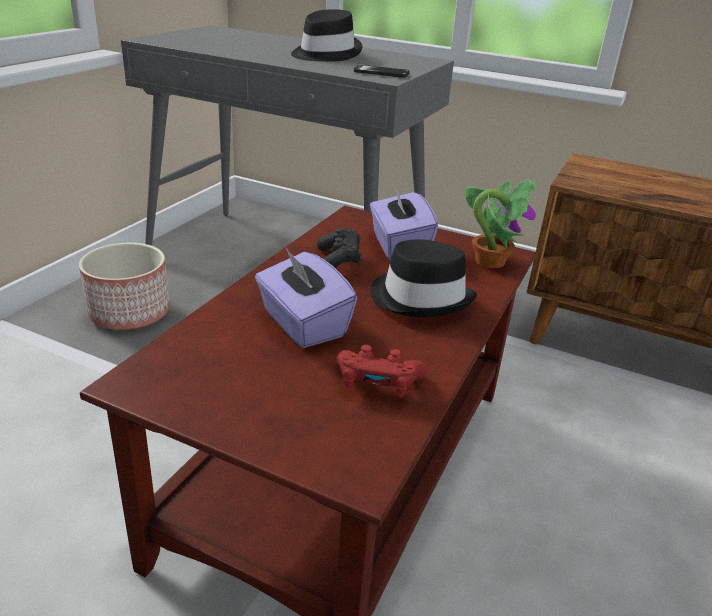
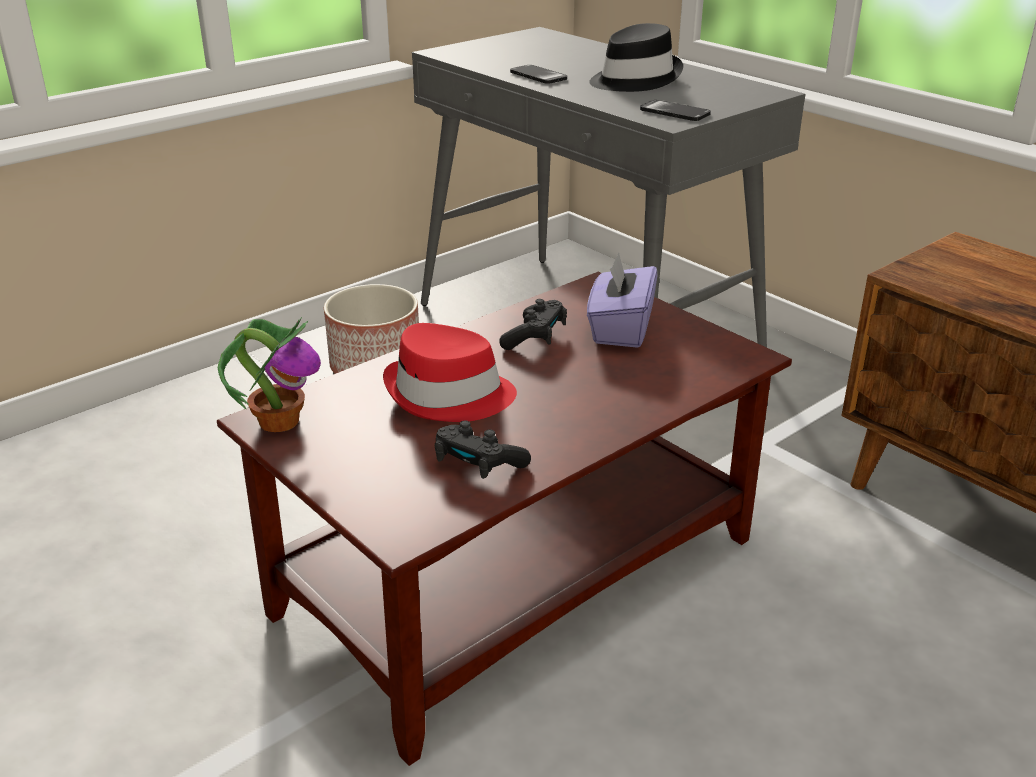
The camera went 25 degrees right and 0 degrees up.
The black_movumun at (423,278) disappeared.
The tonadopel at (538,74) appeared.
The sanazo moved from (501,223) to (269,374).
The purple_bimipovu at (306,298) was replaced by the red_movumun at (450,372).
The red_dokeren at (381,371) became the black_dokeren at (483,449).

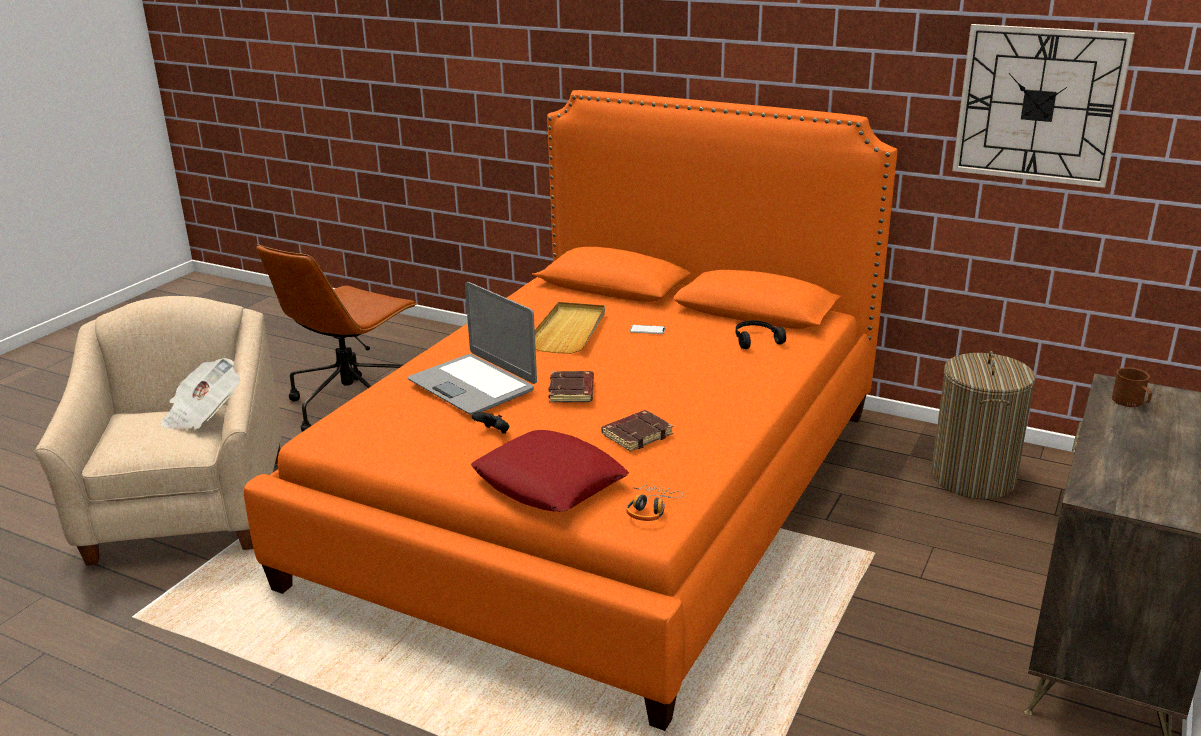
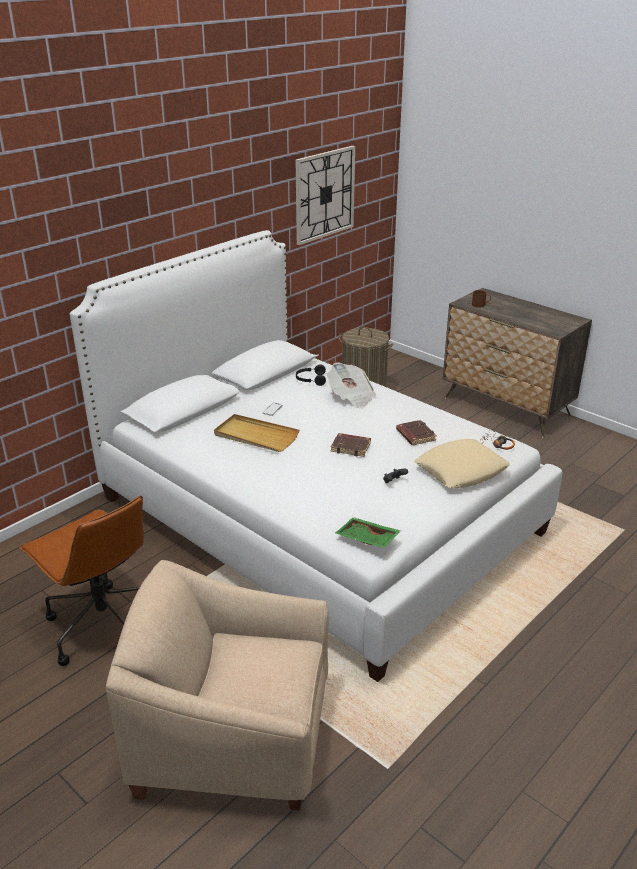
The camera went 75 degrees left and 5 degrees up.
The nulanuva at (472,348) disappeared.
The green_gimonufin at (368,532) appeared.
The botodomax moved from (200,393) to (351,385).
The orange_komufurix at (570,410) became the white_komufurix at (316,456).
The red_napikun at (550,471) became the beige_napikun at (462,463).

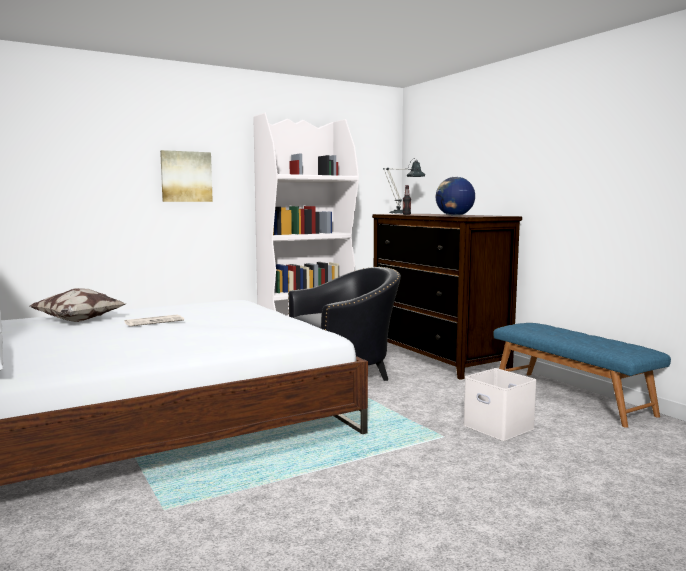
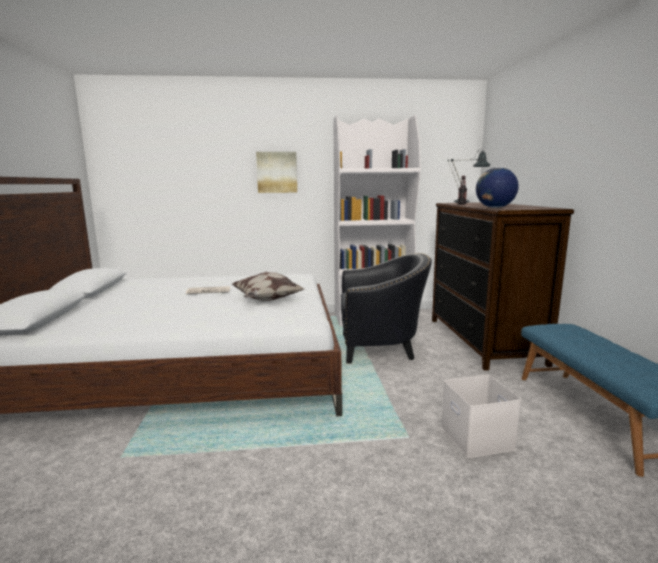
The camera went 25 degrees right and 5 degrees up.
The napikun moved from (77,305) to (267,286).

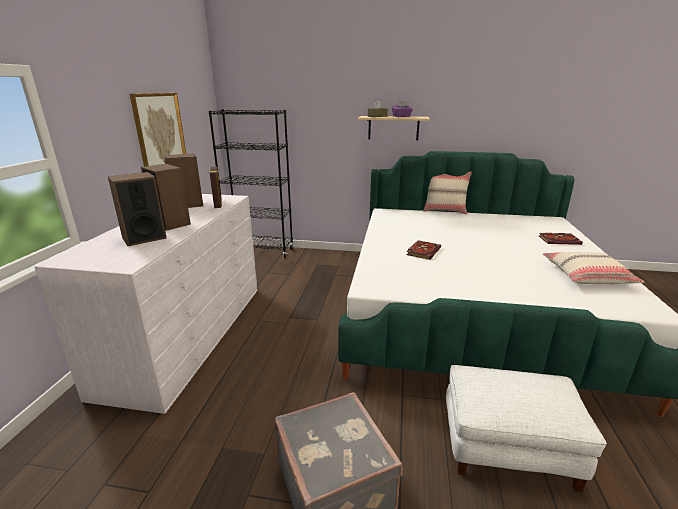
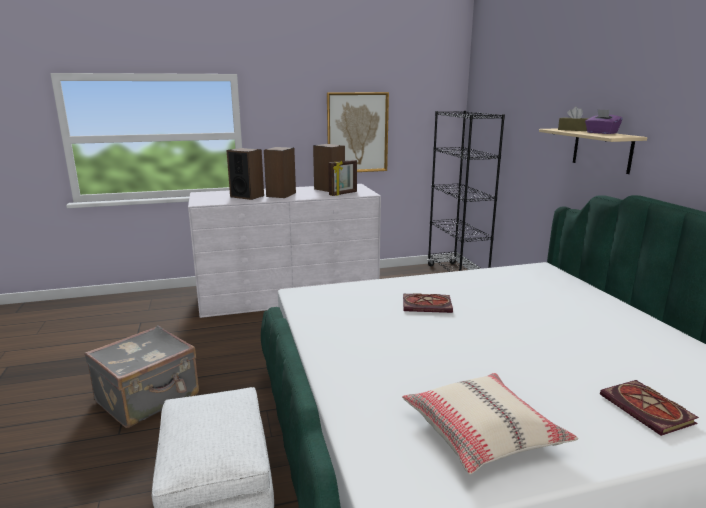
The camera went 65 degrees right and 5 degrees down.
The beige_napikun at (447,192) disappeared.

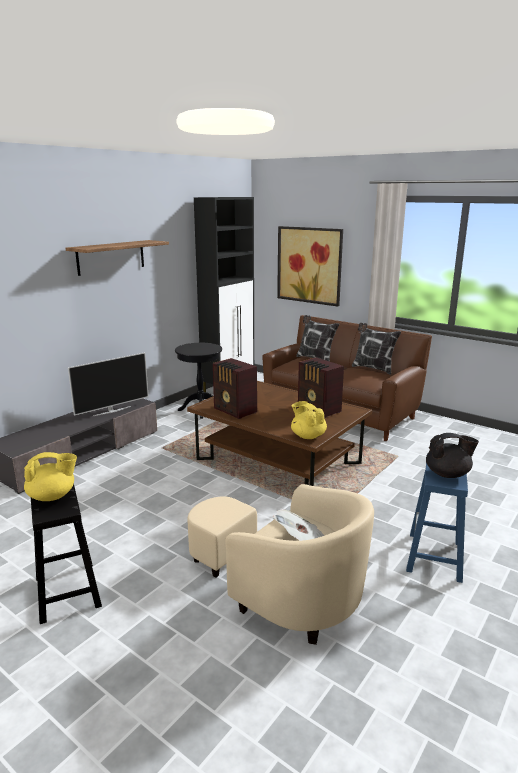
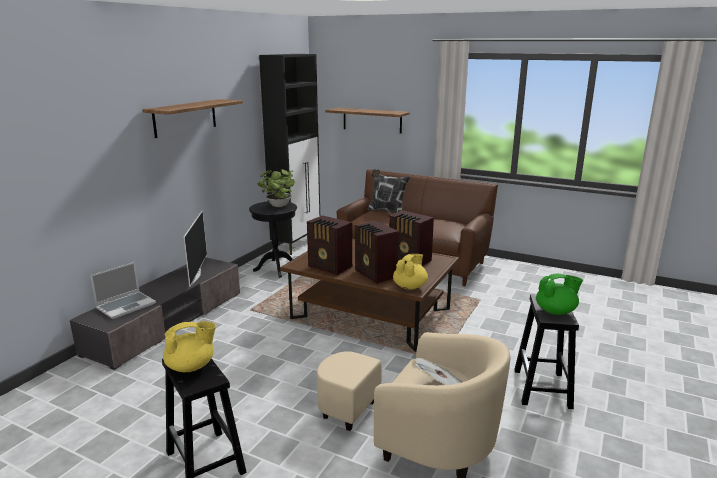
The camera went 10 degrees left and 0 degrees up.
The napikun at (376,349) disappeared.
The nulanuva at (123,290) appeared.
The sanazo at (276,188) appeared.
The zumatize at (377,252) appeared.
The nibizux at (310,266) was replaced by the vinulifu at (367,121).
The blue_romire at (437,523) became the black_romire at (546,351).
The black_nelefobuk at (452,455) became the green_nelefobuk at (559,294).
The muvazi at (108,384) turned 45 degrees counterclockwise.
The yellow_nelefobuk at (309,420) turned 75 degrees clockwise.

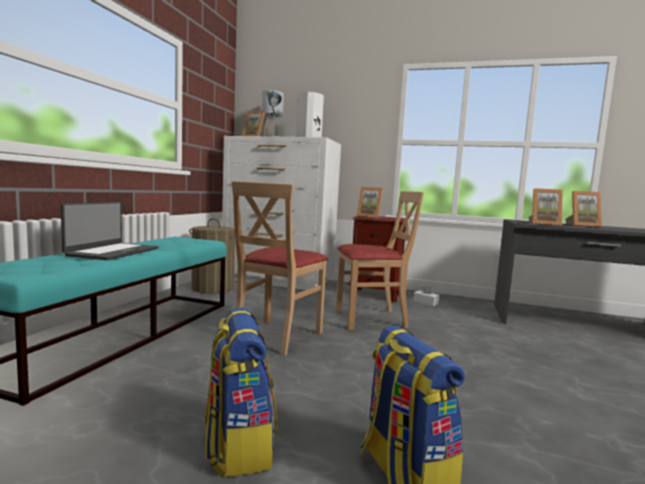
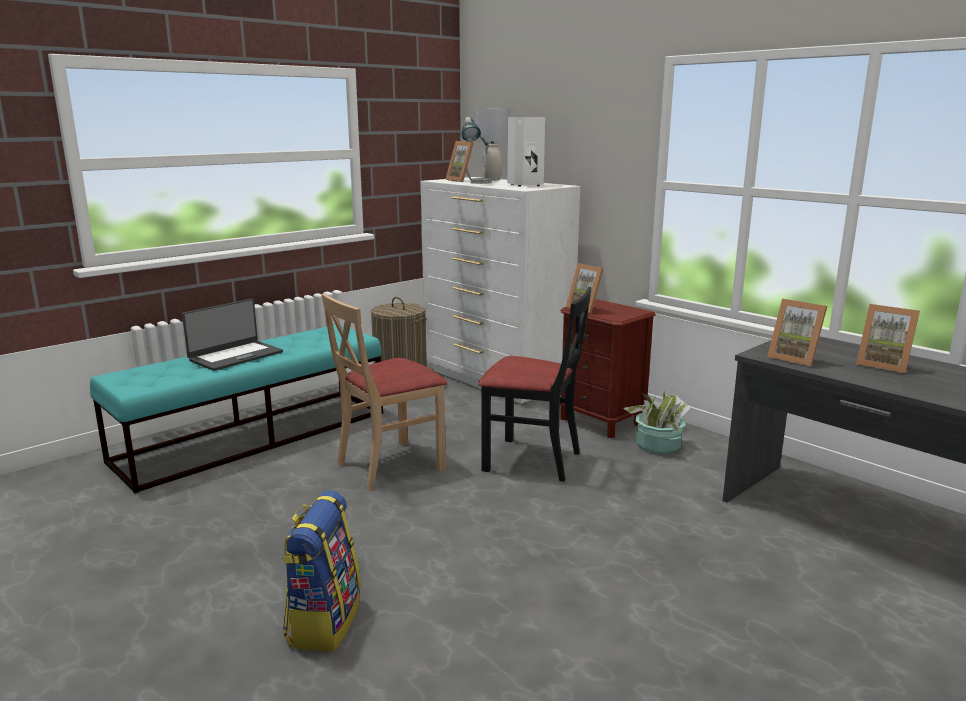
The camera went 30 degrees right and 10 degrees up.
The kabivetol at (241,392) disappeared.
The white_bimipovu at (426,295) was replaced by the sanazo at (656,422).
The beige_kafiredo at (380,260) became the black_kafiredo at (535,384).

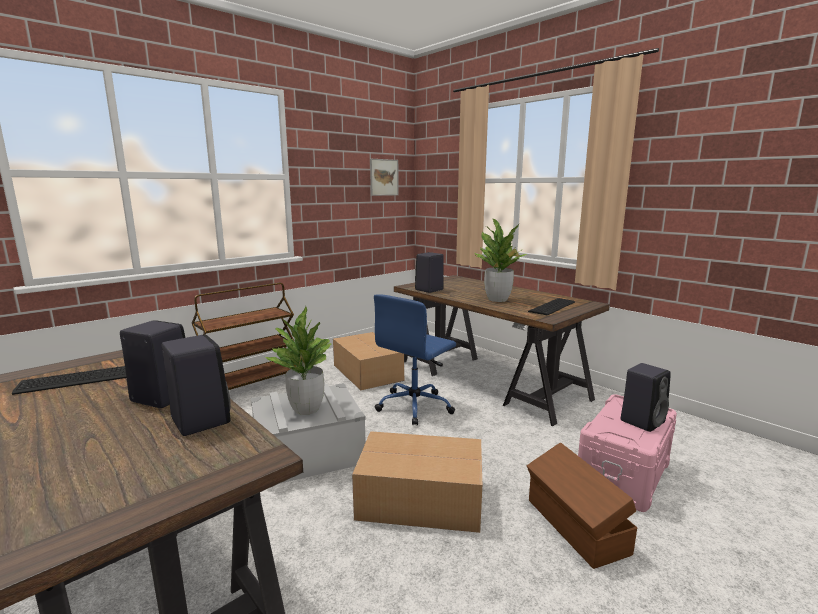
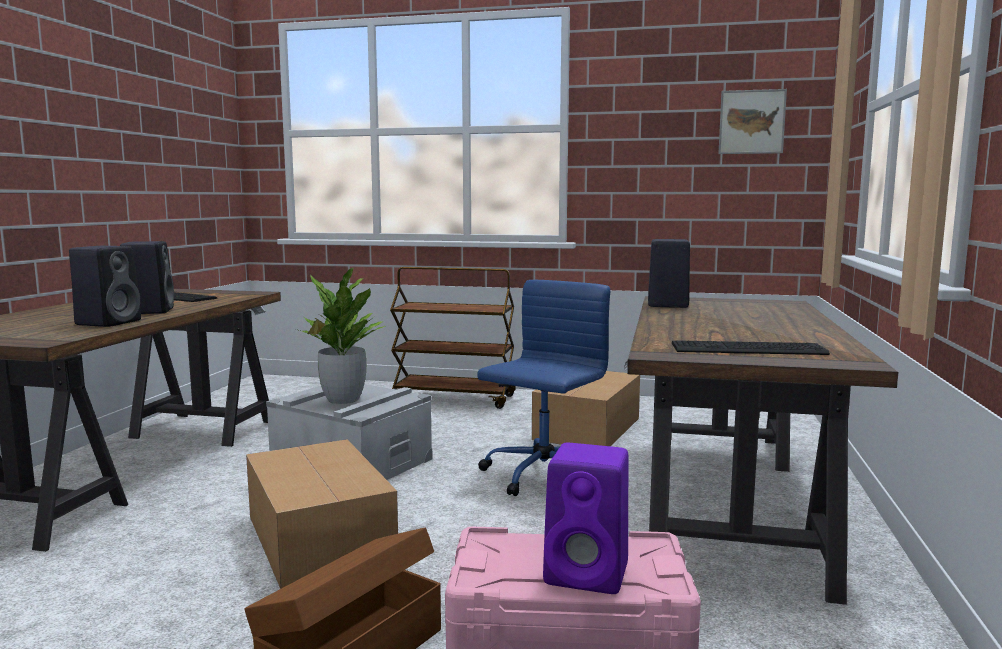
The camera went 55 degrees right and 5 degrees down.
The sanazo at (500,260) disappeared.
The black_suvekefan at (646,397) became the purple_suvekefan at (586,518).
The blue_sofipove at (415,360) turned 120 degrees clockwise.

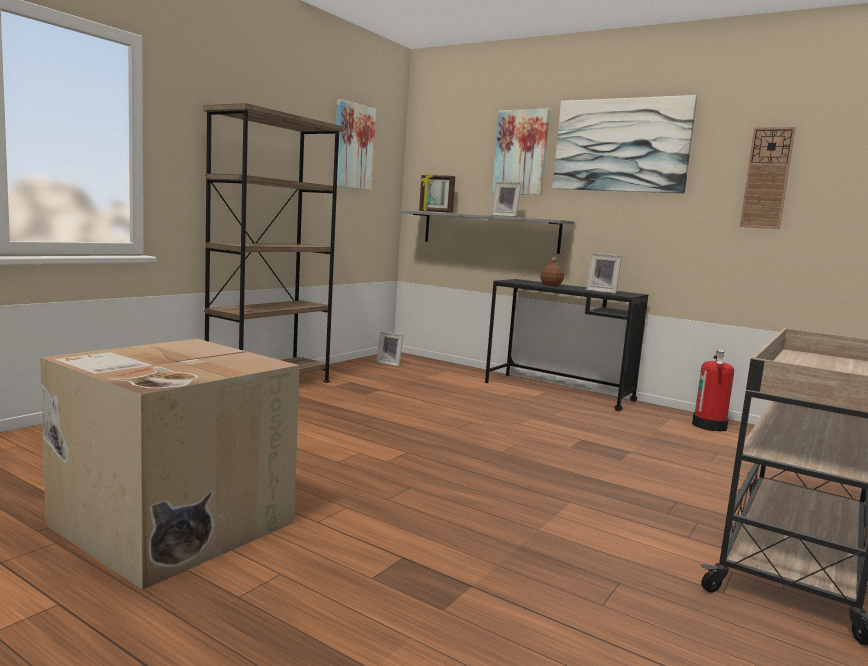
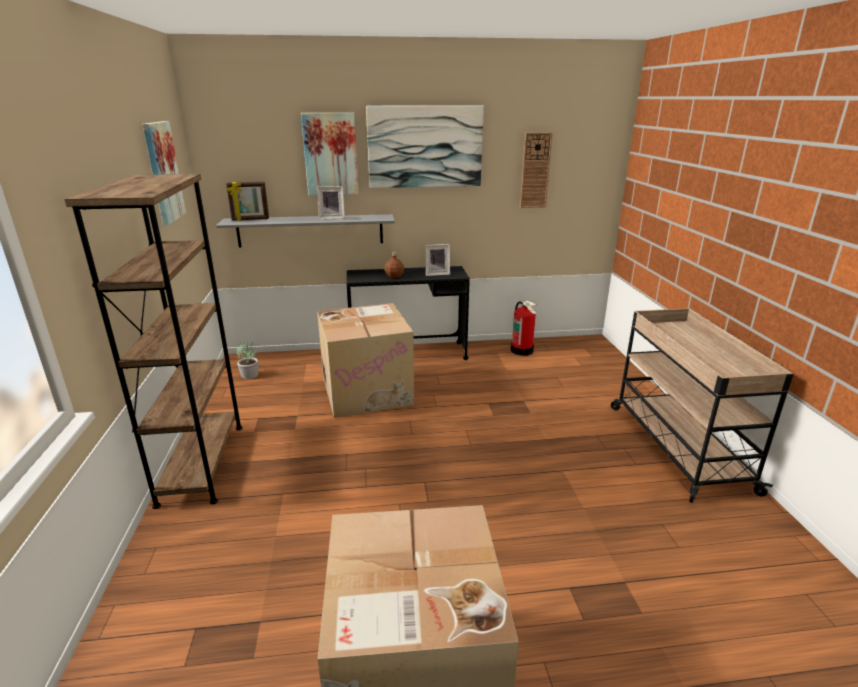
The camera went 40 degrees left and 15 degrees up.
The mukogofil at (365,360) appeared.
The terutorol at (389,348) was replaced by the sanazo at (247,360).

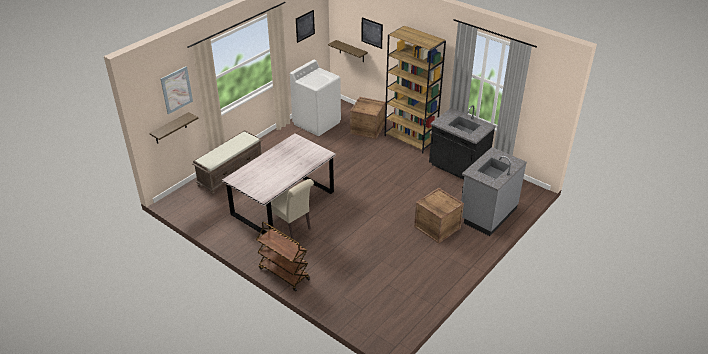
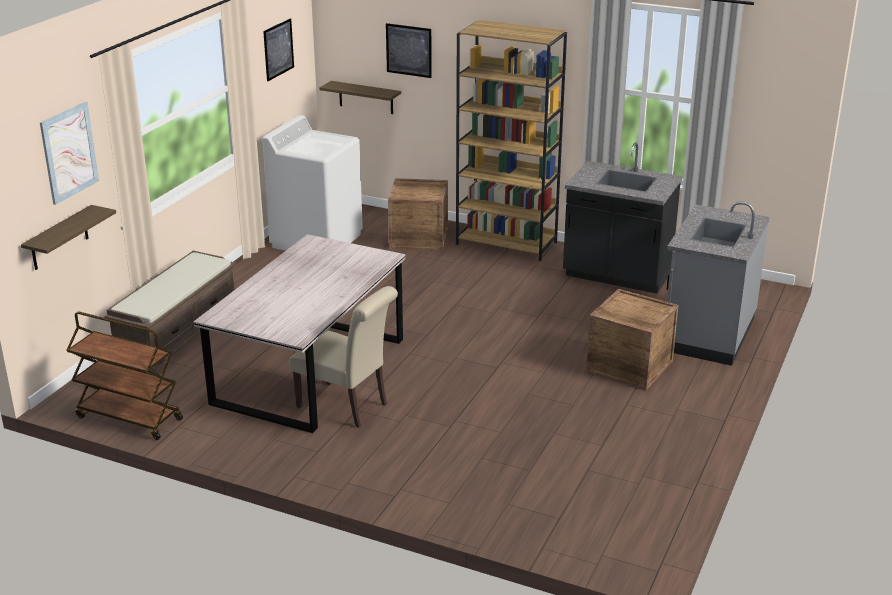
The camera went 15 degrees left and 10 degrees down.
The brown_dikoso moved from (283,257) to (124,376).

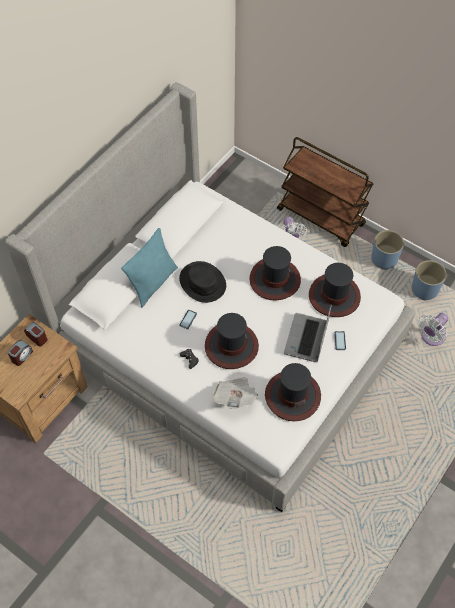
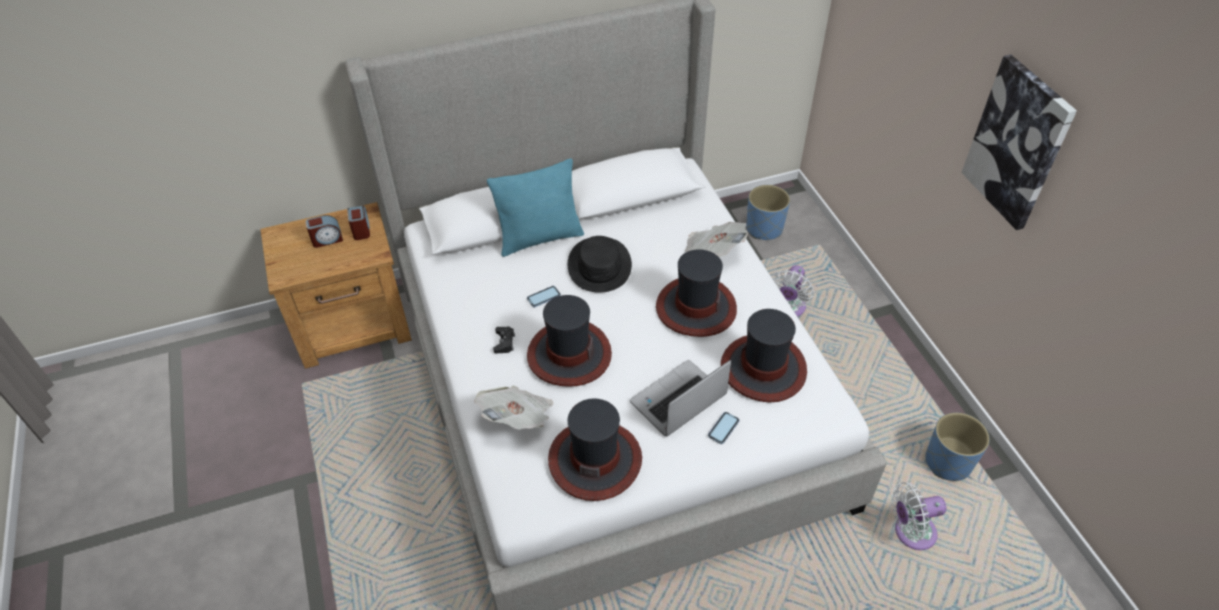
The camera went 35 degrees right and 10 degrees down.
The brown_dikoso at (325,192) disappeared.
The botodomax at (716,239) appeared.
The nibizux at (1019,142) appeared.
The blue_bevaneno moved from (387,250) to (768,212).

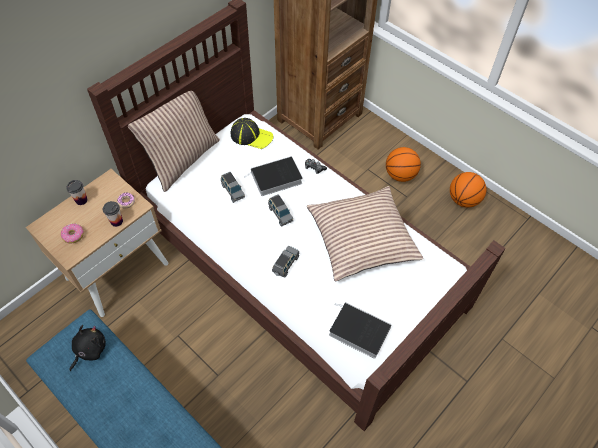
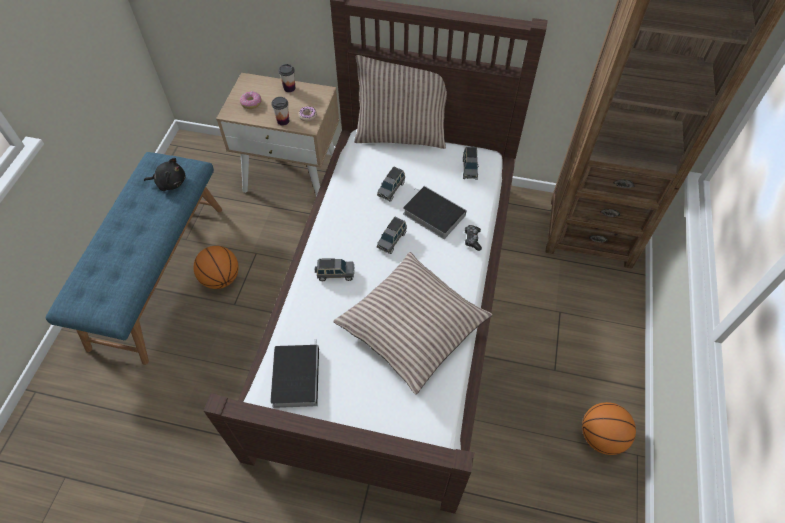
The camera went 60 degrees right and 0 degrees up.
The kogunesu moved from (403,164) to (216,267).
The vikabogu at (252,133) was replaced by the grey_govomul at (471,163).

